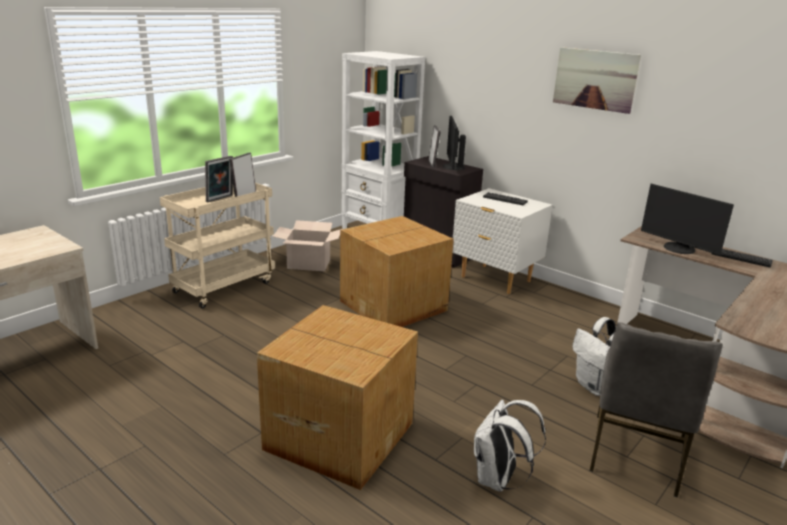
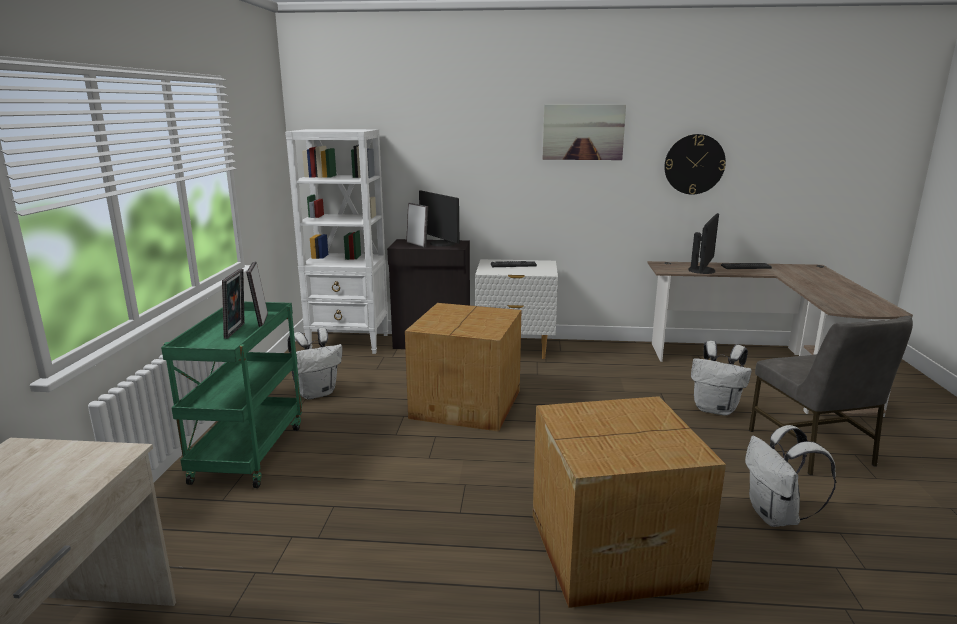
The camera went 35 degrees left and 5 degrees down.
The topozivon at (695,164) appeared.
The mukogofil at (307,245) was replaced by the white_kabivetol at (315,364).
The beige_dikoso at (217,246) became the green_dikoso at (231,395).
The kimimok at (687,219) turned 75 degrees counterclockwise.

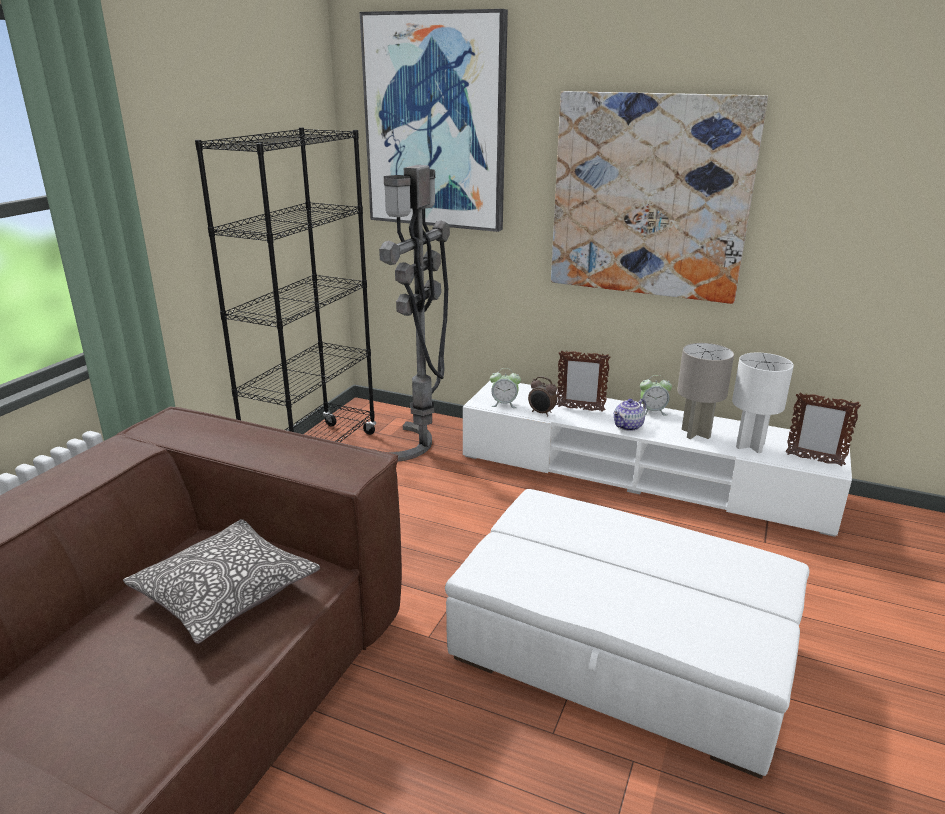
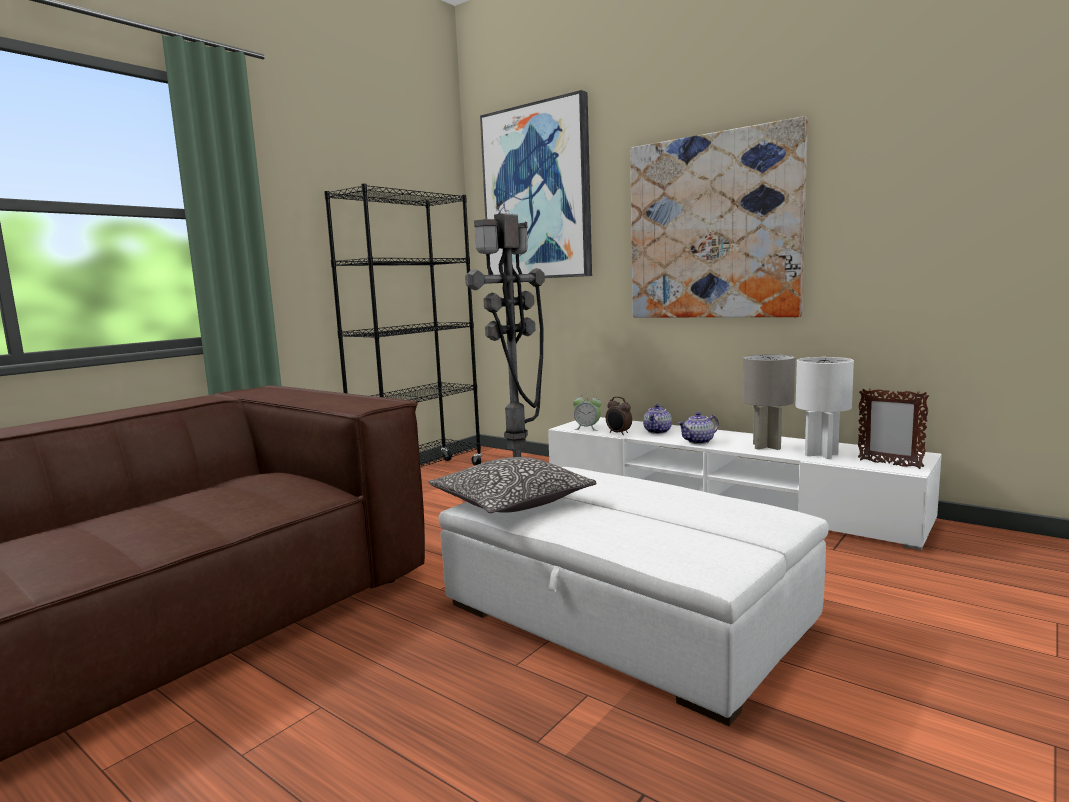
The camera went 15 degrees right and 15 degrees down.
The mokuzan at (656,395) disappeared.
The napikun moved from (221,581) to (512,485).
The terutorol at (583,381) was replaced by the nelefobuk at (657,419).

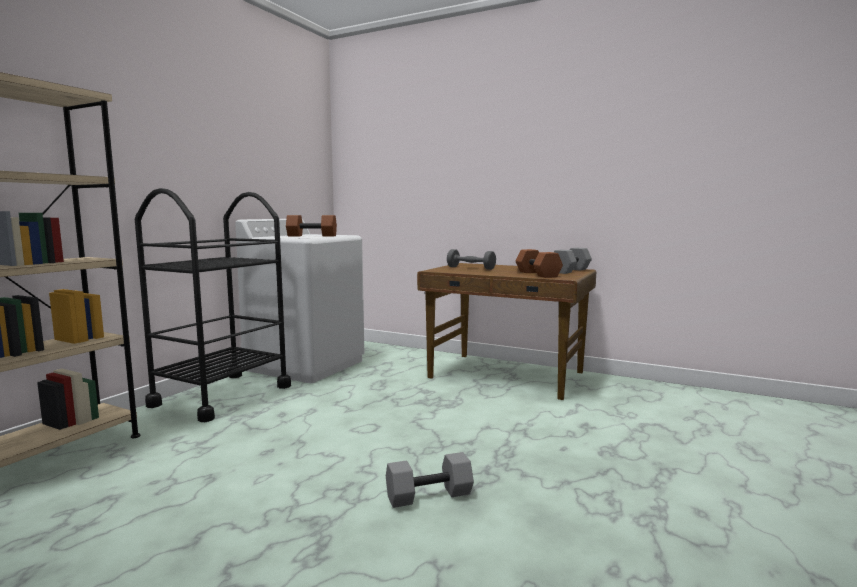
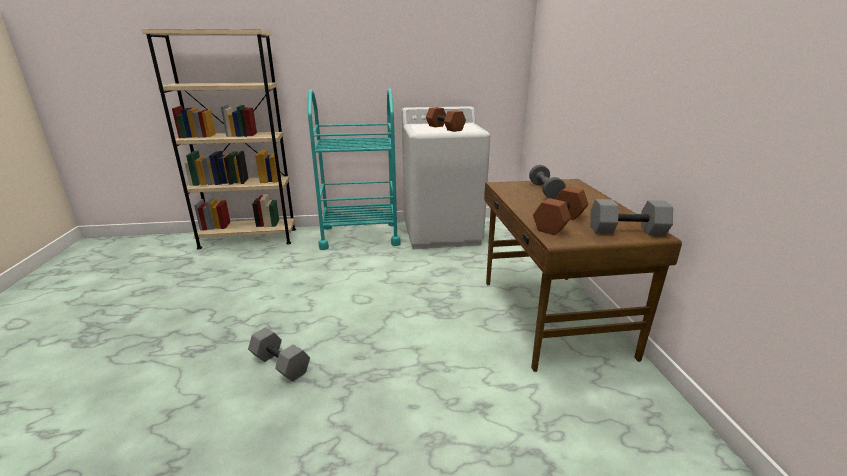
The camera went 55 degrees right and 15 degrees up.
The black_dikoso at (213,305) became the turquoise_dikoso at (354,169).

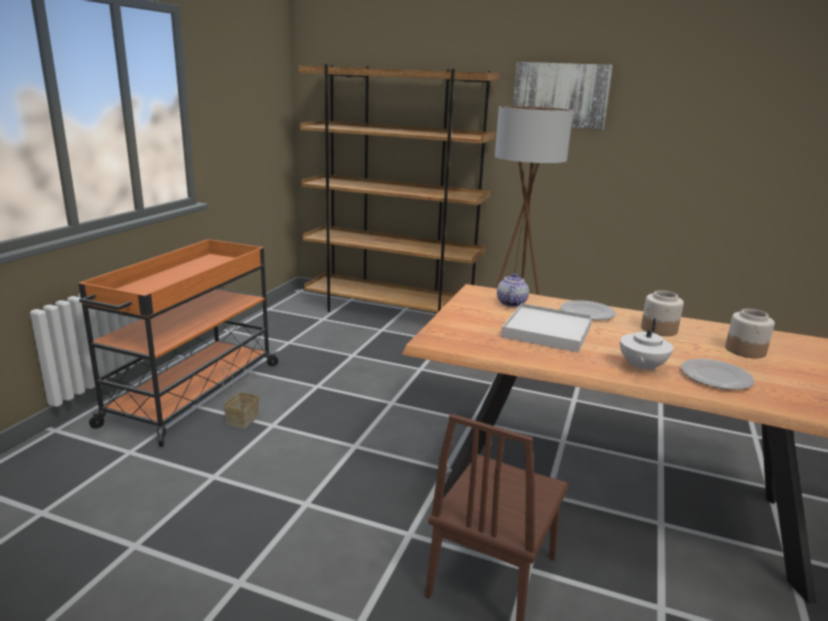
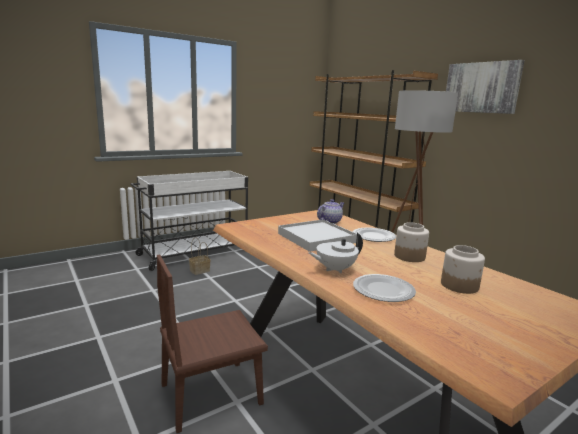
The camera went 35 degrees right and 5 degrees down.
The orange_dikoso at (179,343) became the white_dikoso at (189,221).

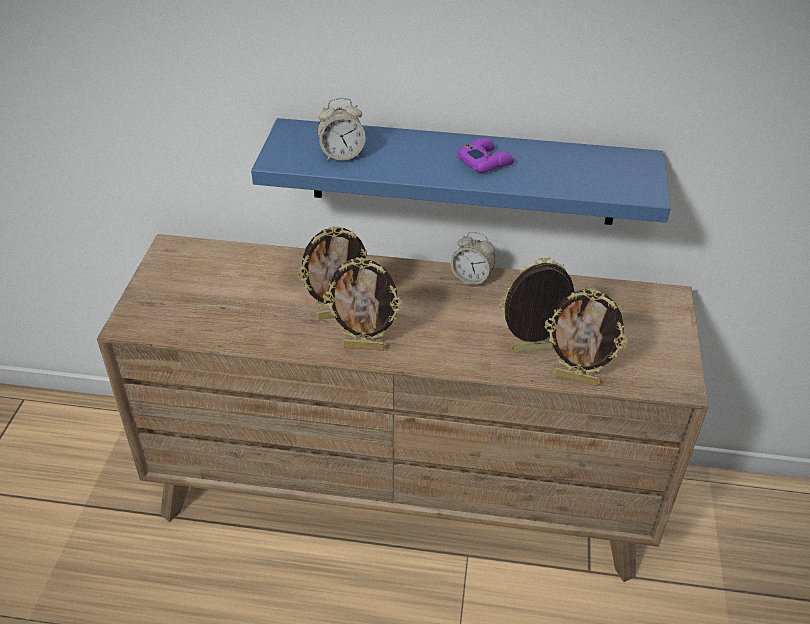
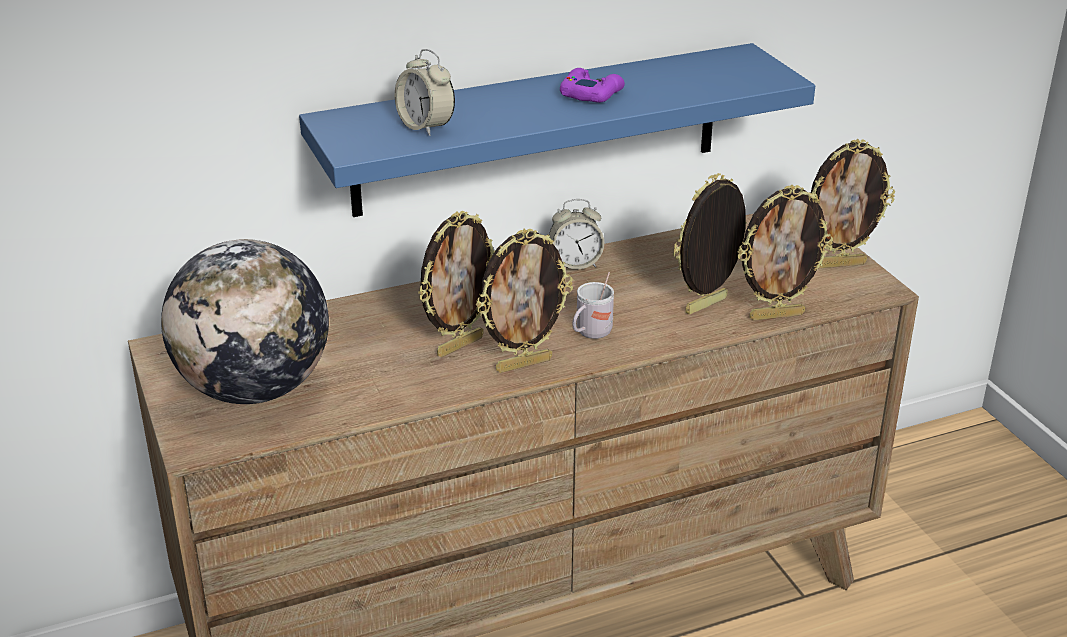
The camera went 30 degrees left and 10 degrees down.
The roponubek at (245,321) appeared.
The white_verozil at (593,305) appeared.
The terutorol at (853,203) appeared.
The mokuzan at (342,129) turned 90 degrees clockwise.

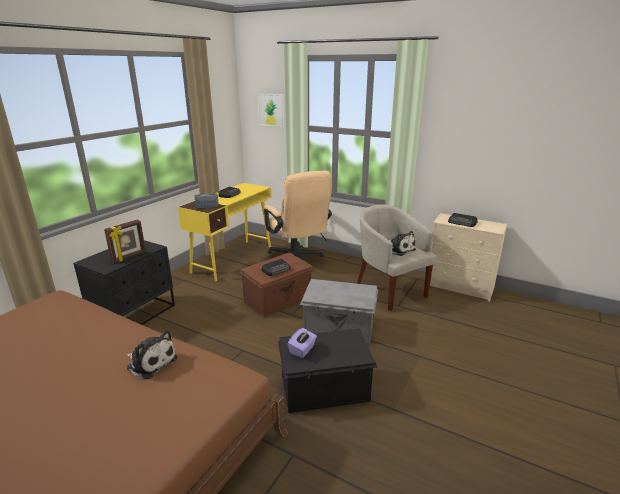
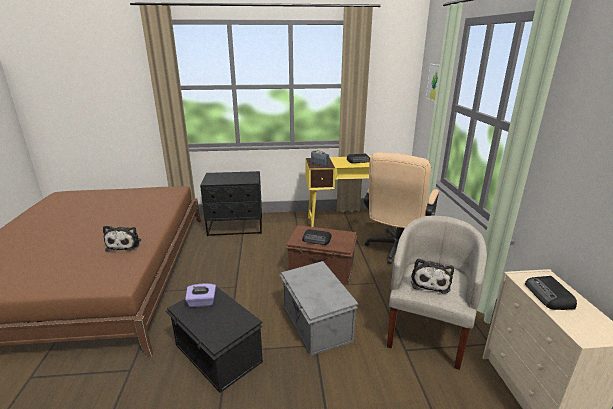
The camera went 55 degrees right and 0 degrees up.
The terutorol at (125,241) disappeared.

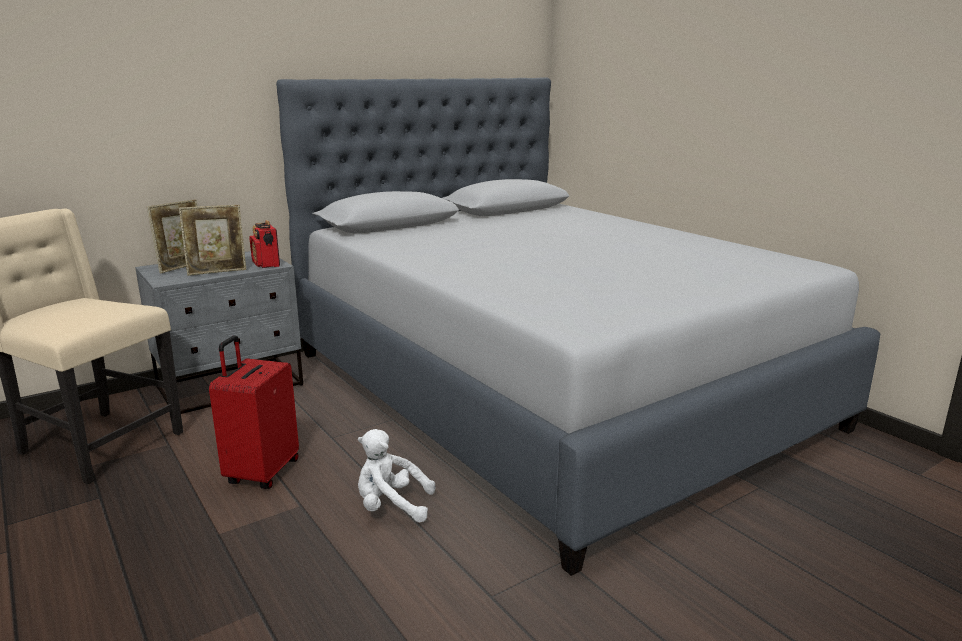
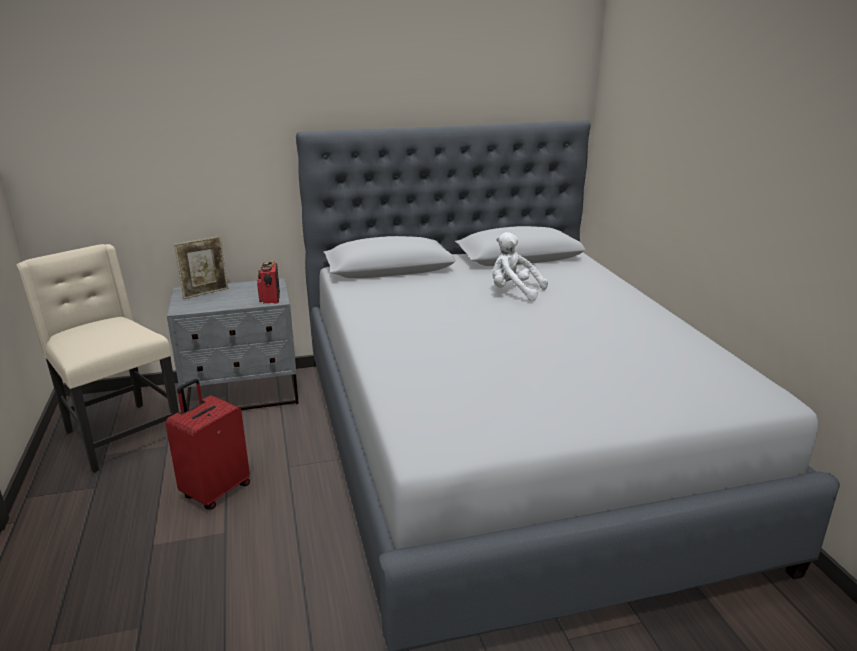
The camera went 20 degrees right and 5 degrees up.
The terutorol at (212,240) disappeared.
The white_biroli moved from (396,476) to (520,266).

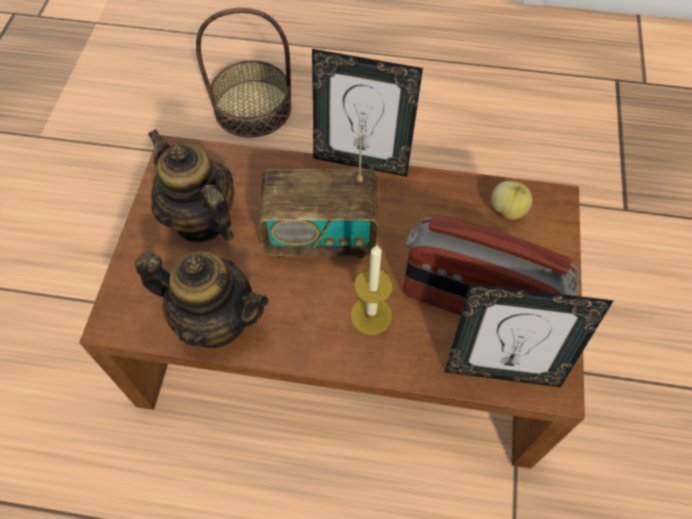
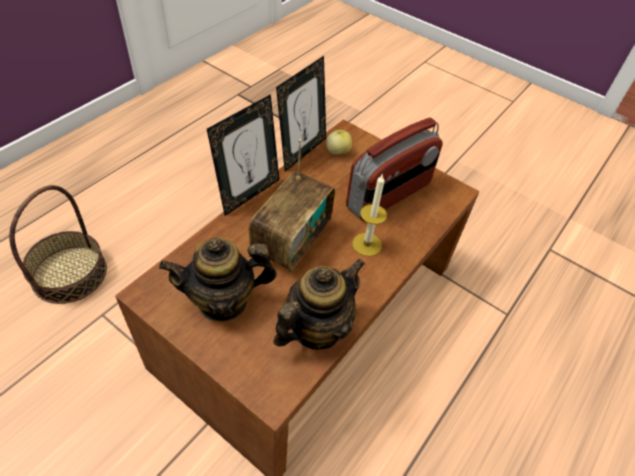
The camera went 65 degrees left and 10 degrees down.
The terutorol moved from (529,335) to (301,114).

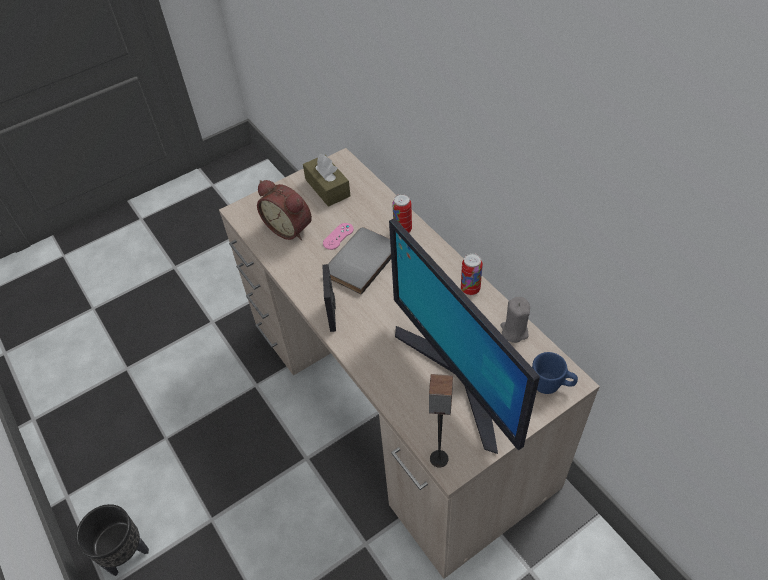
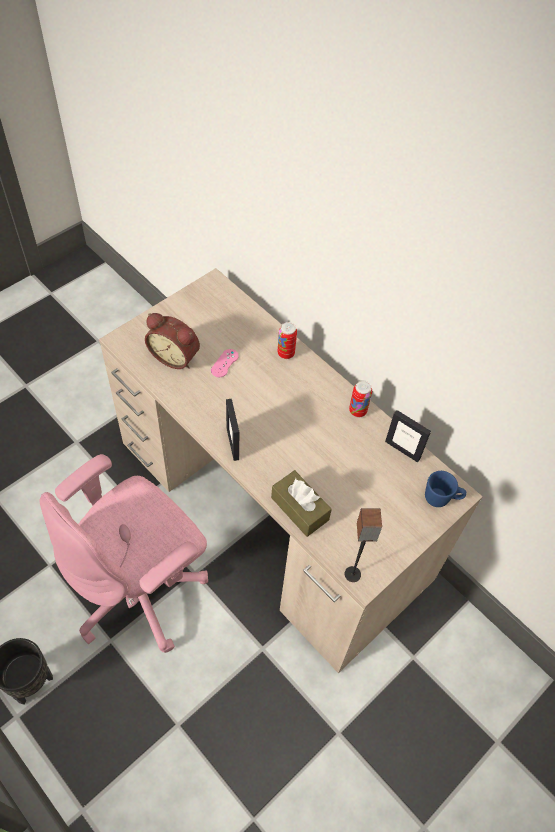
The camera went 15 degrees left and 5 degrees up.
The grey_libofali at (359,261) disappeared.
The kimimok at (464,336) disappeared.
The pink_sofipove at (123,553) appeared.
The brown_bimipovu moved from (327,180) to (301,503).
The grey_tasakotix at (515,320) was replaced by the terutorol at (408,436).

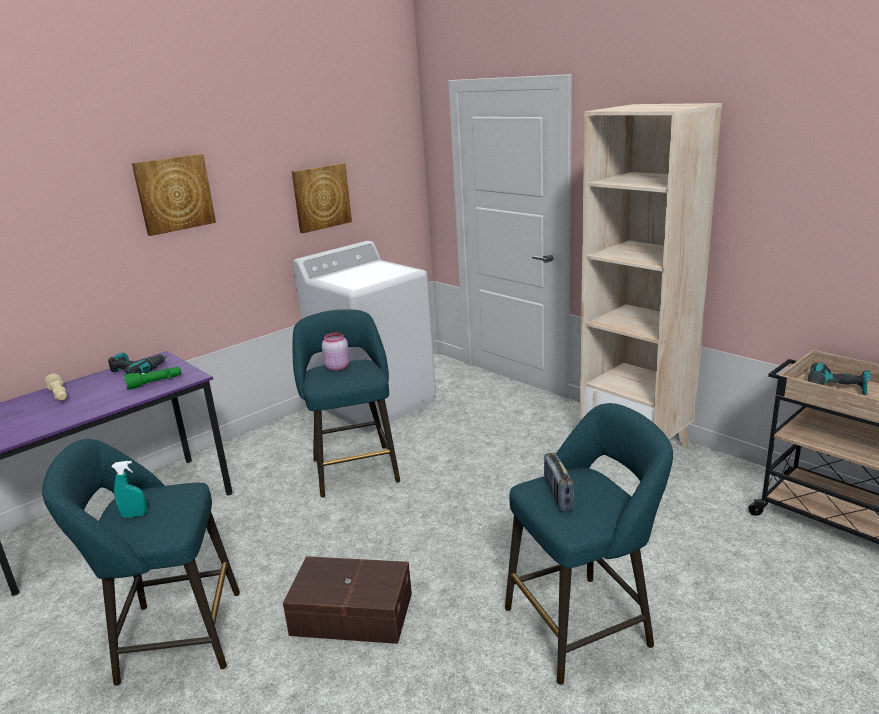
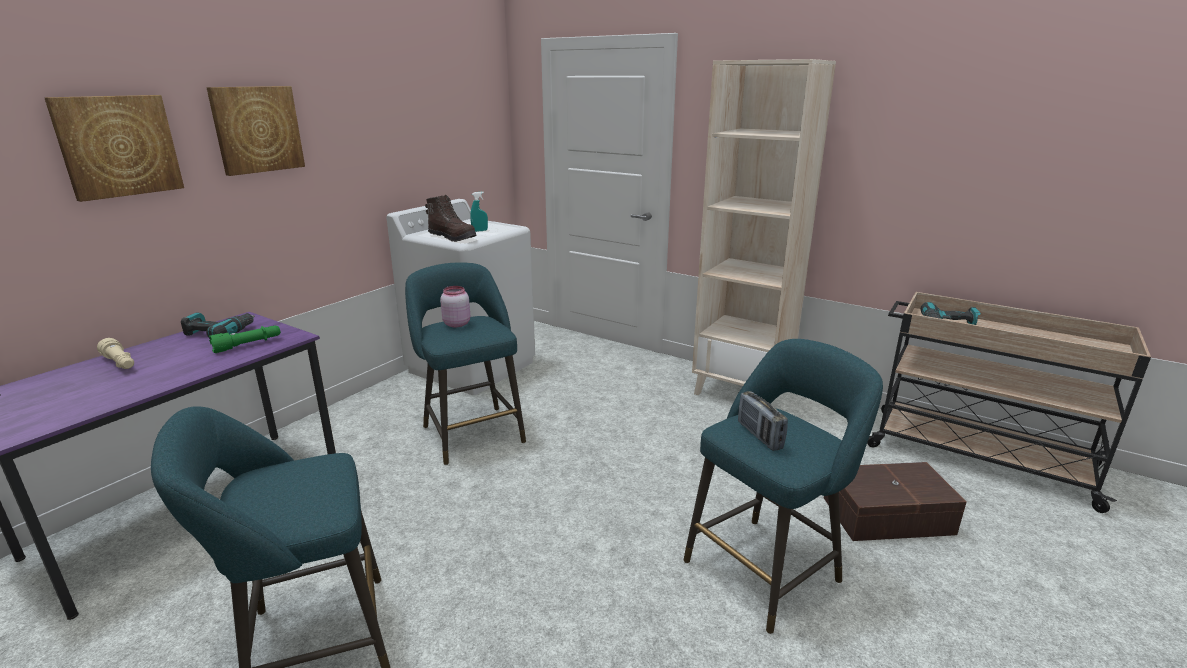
The camera went 15 degrees left and 0 degrees up.
The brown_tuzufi at (451,218) appeared.
The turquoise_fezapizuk moved from (129,489) to (479,212).
The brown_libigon moved from (347,600) to (895,501).
The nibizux moved from (322,198) to (114,148).

